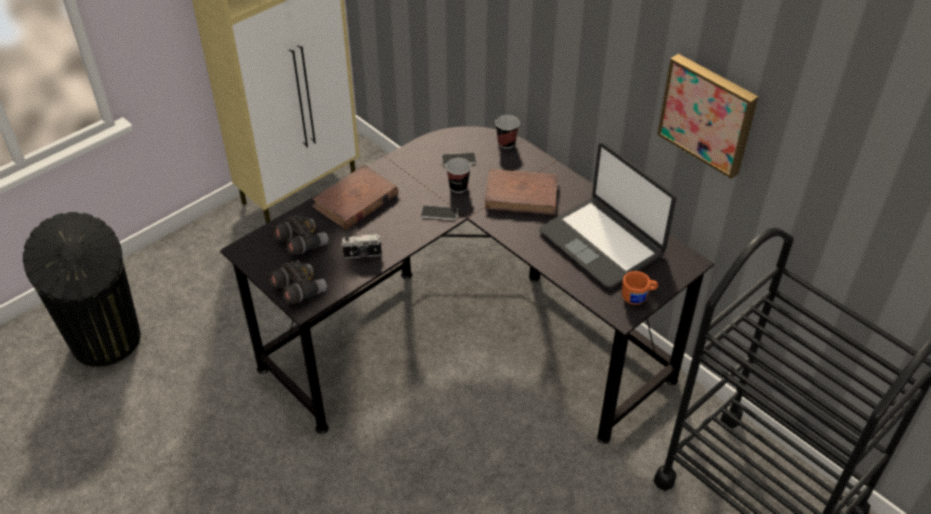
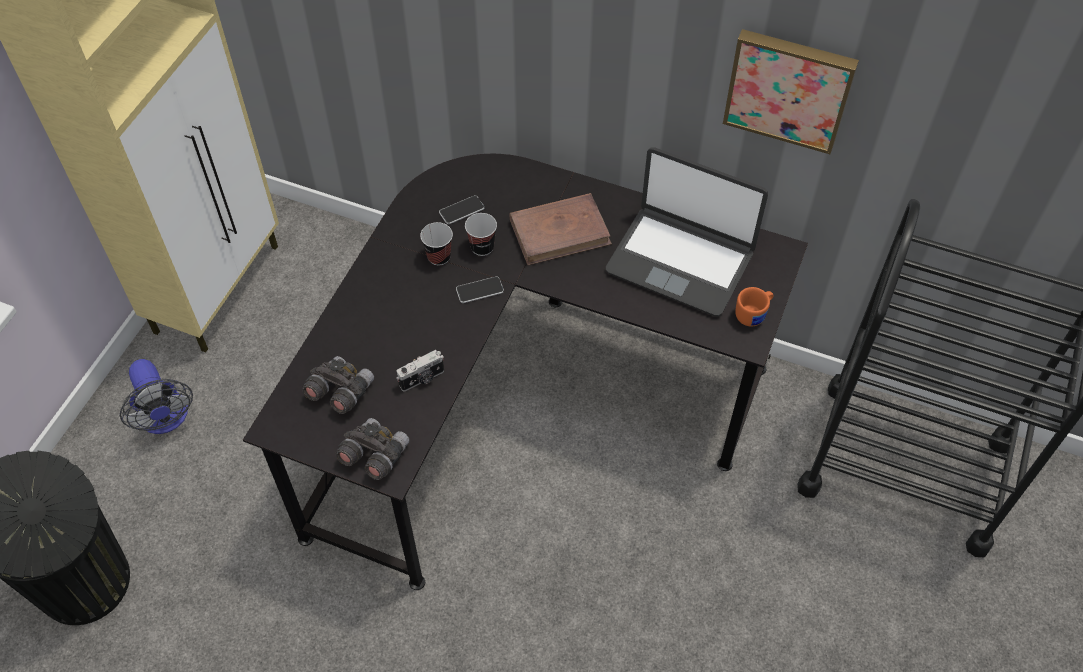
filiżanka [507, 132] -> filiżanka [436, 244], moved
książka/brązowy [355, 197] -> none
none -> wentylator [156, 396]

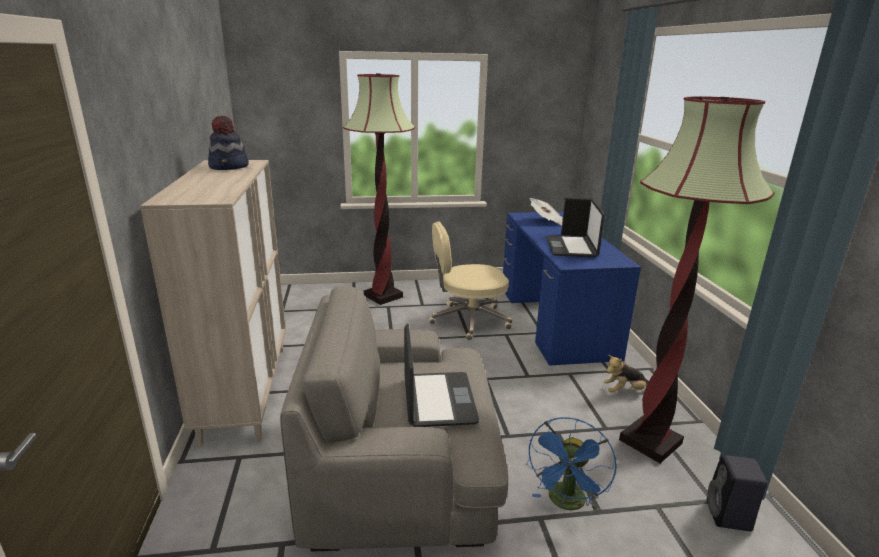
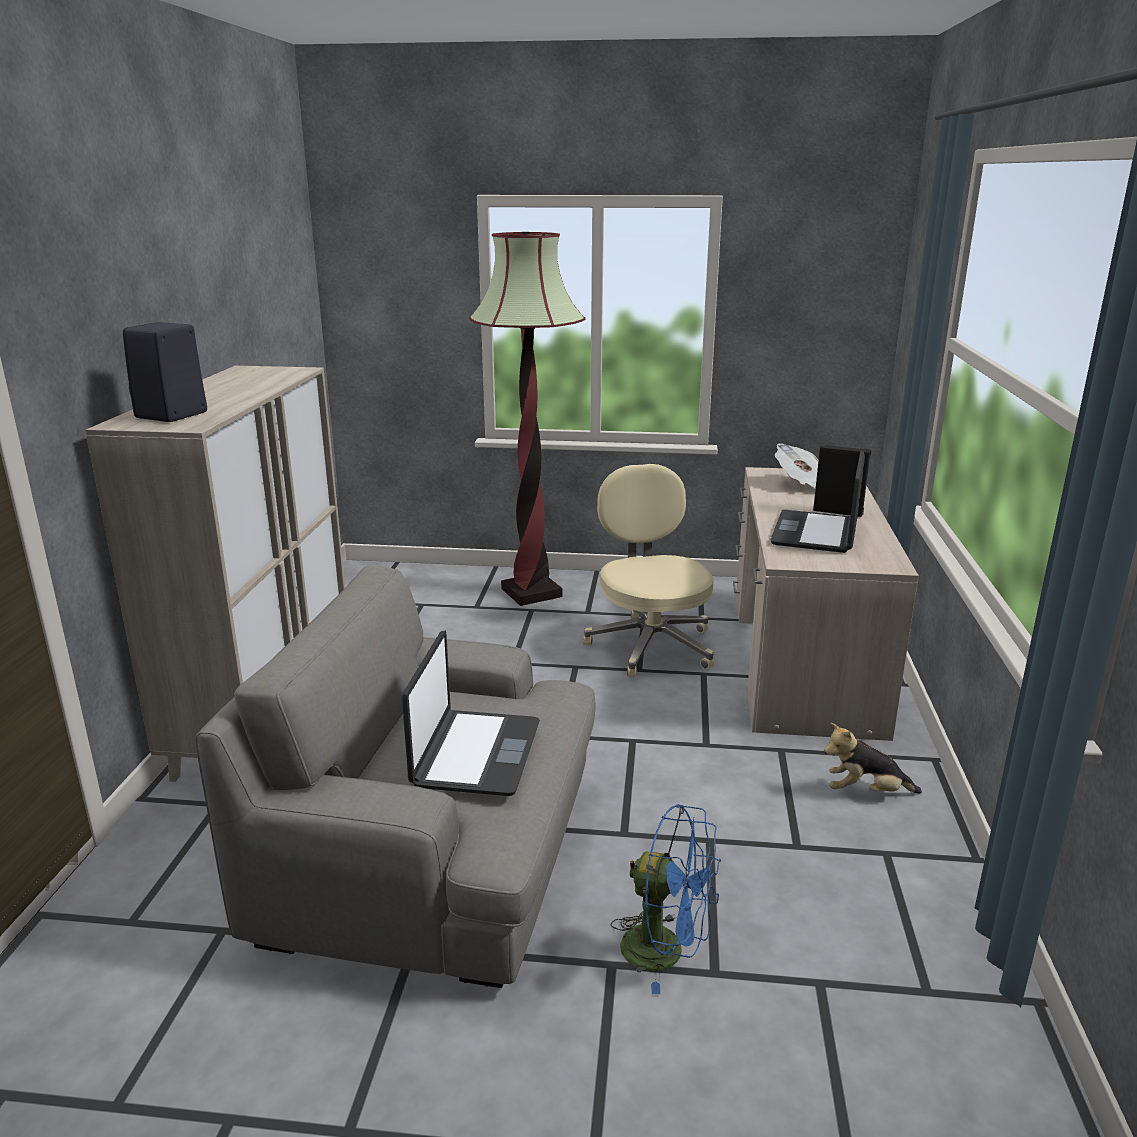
lampa stojąca [696, 279] -> none
kapelusz [228, 142] -> none
biurko/niebieski [572, 289] -> biurko/beżowy [826, 604]
krzesło biurowe/beżowy [470, 281] -> krzesło biurowe/beżowy [648, 570], 75 degrees clockwise
wentylator/niebieski [571, 464] -> wentylator/niebieski [666, 899], 105 degrees counterclockwise
głośnik/czarny [737, 493] -> głośnik/czarny [165, 372], moved

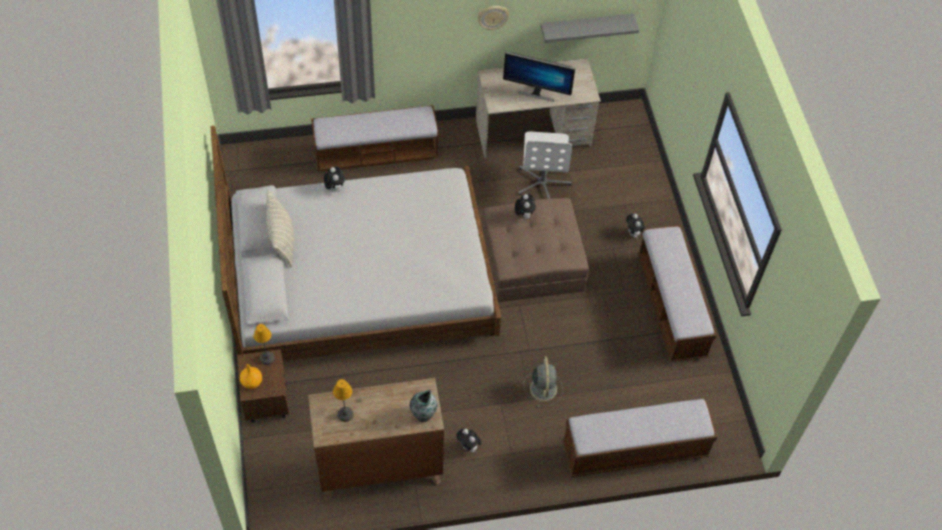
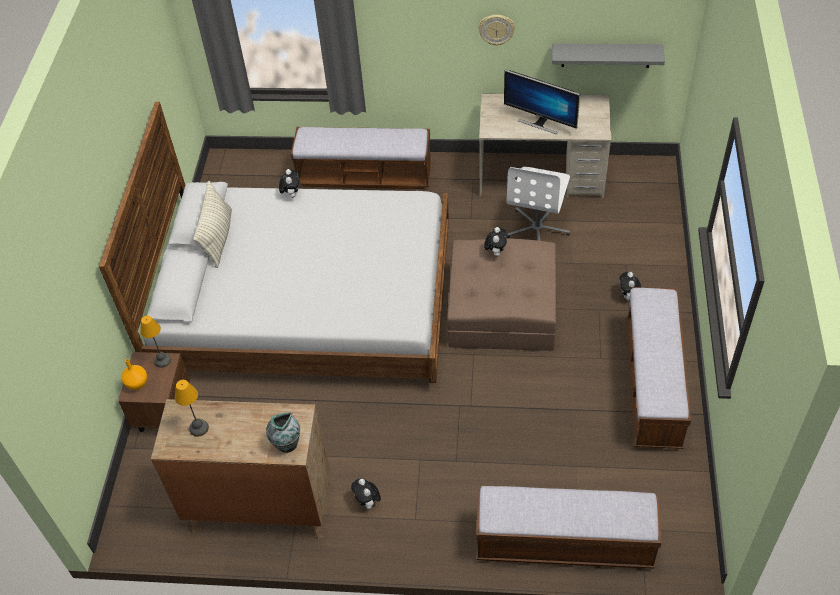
wentylator/szary [543, 382] -> none

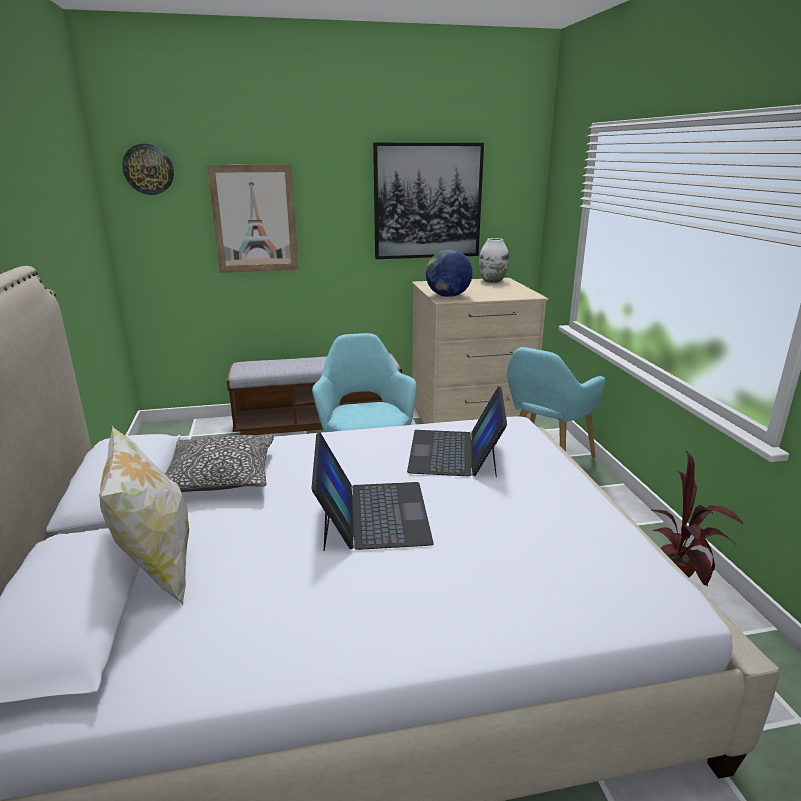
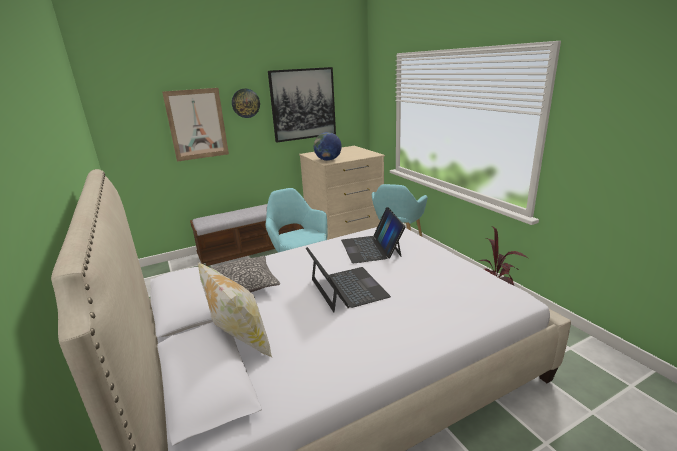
zegar ścienny [148, 169] -> zegar ścienny [246, 103], moved
wazon/biały [494, 260] -> none

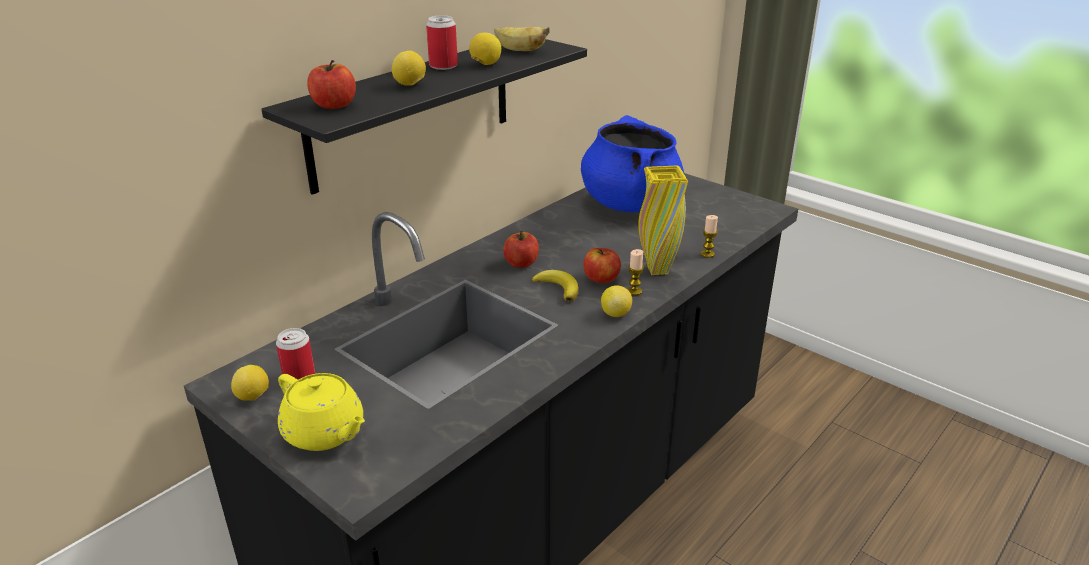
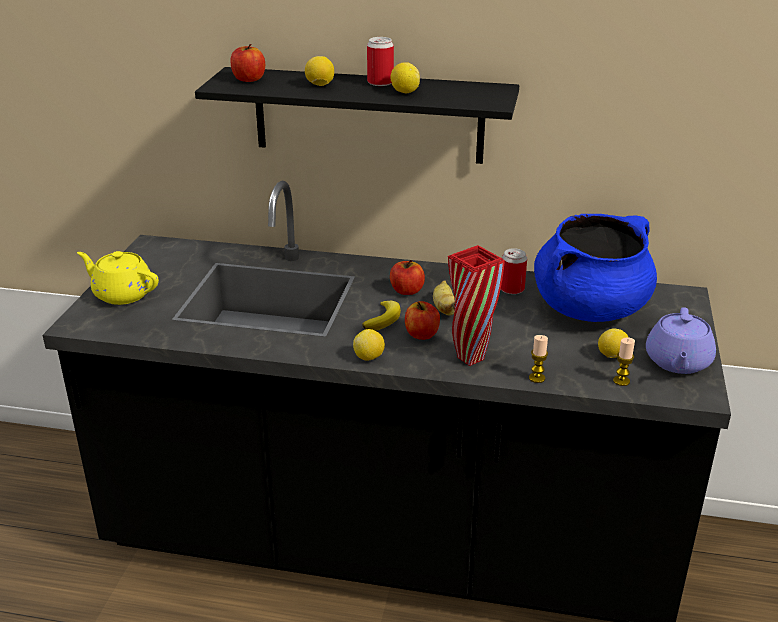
banan [521, 39] -> banan [444, 298], moved
wazon/żółty [663, 220] -> wazon/czerwony [476, 305]
świeca [635, 272] -> świeca [624, 362], moved
puszka [296, 356] -> puszka [514, 271], moved
cytryna [250, 383] -> cytryna [613, 343], moved
imbryk/żółty [321, 412] -> imbryk/żółty [118, 278], 105 degrees clockwise
none -> imbryk/fioletowy [681, 340]

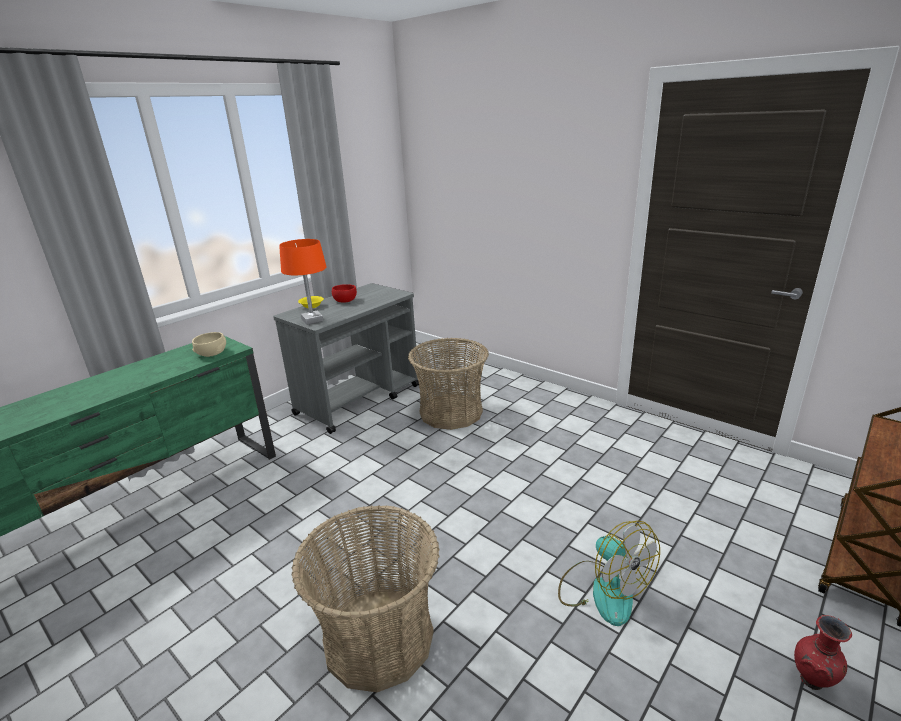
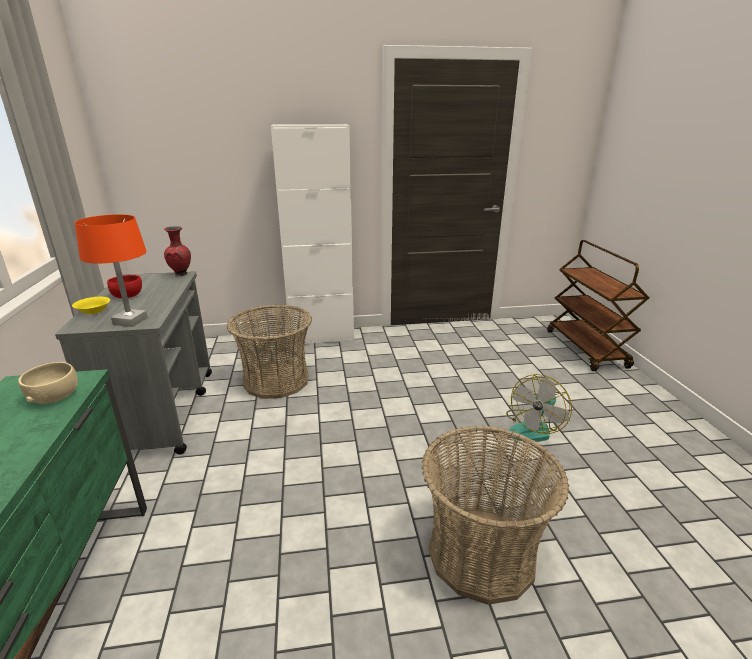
wentylator [609, 573] -> wentylator [539, 408], 120 degrees clockwise
wazon/czerwony [823, 652] -> wazon/czerwony [177, 251], moved
none -> szafka/biały [312, 234]

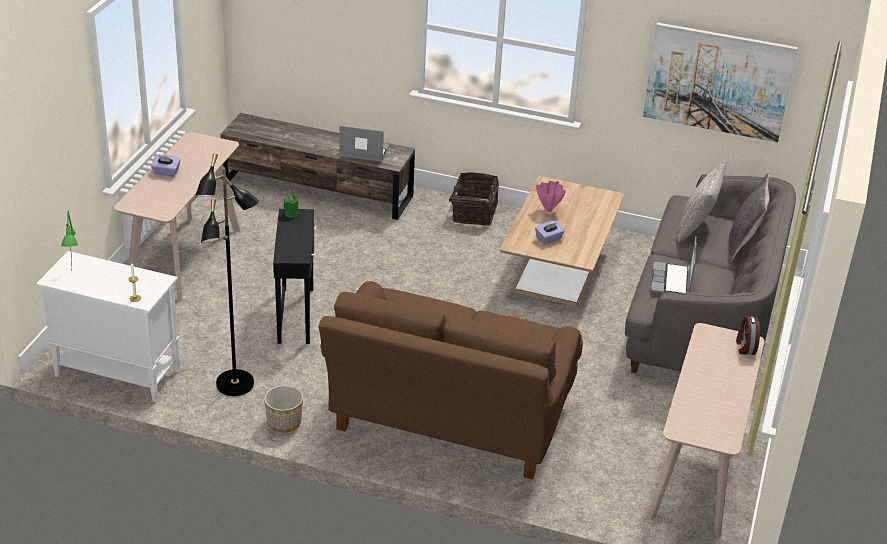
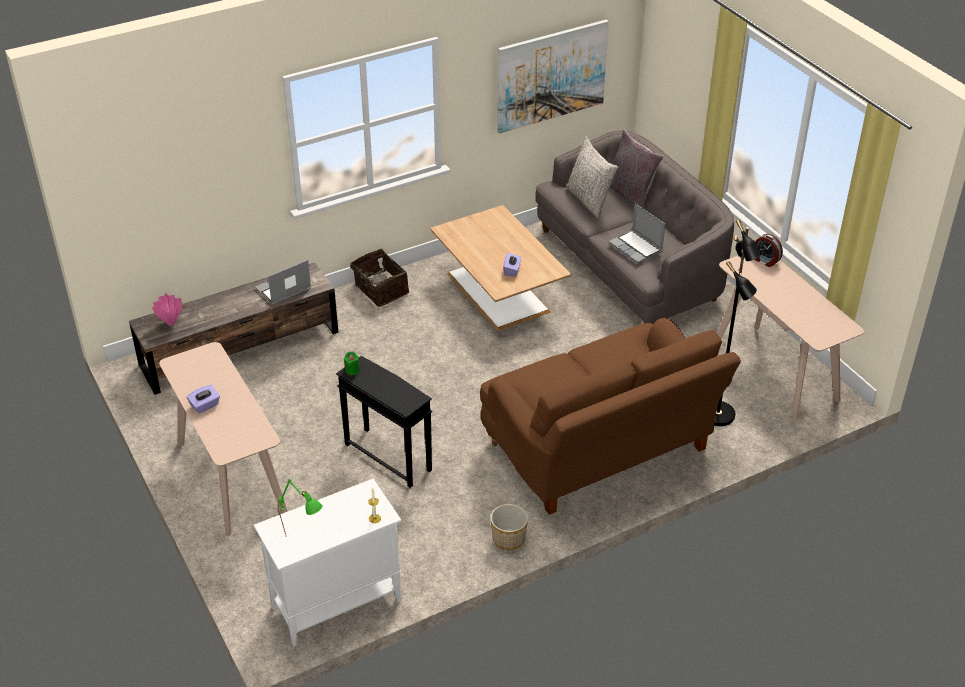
lampa stojąca/czarny [227, 274] -> lampa stojąca/czarny [738, 322], moved
wazon/różowy [551, 196] -> wazon/różowy [167, 309], moved

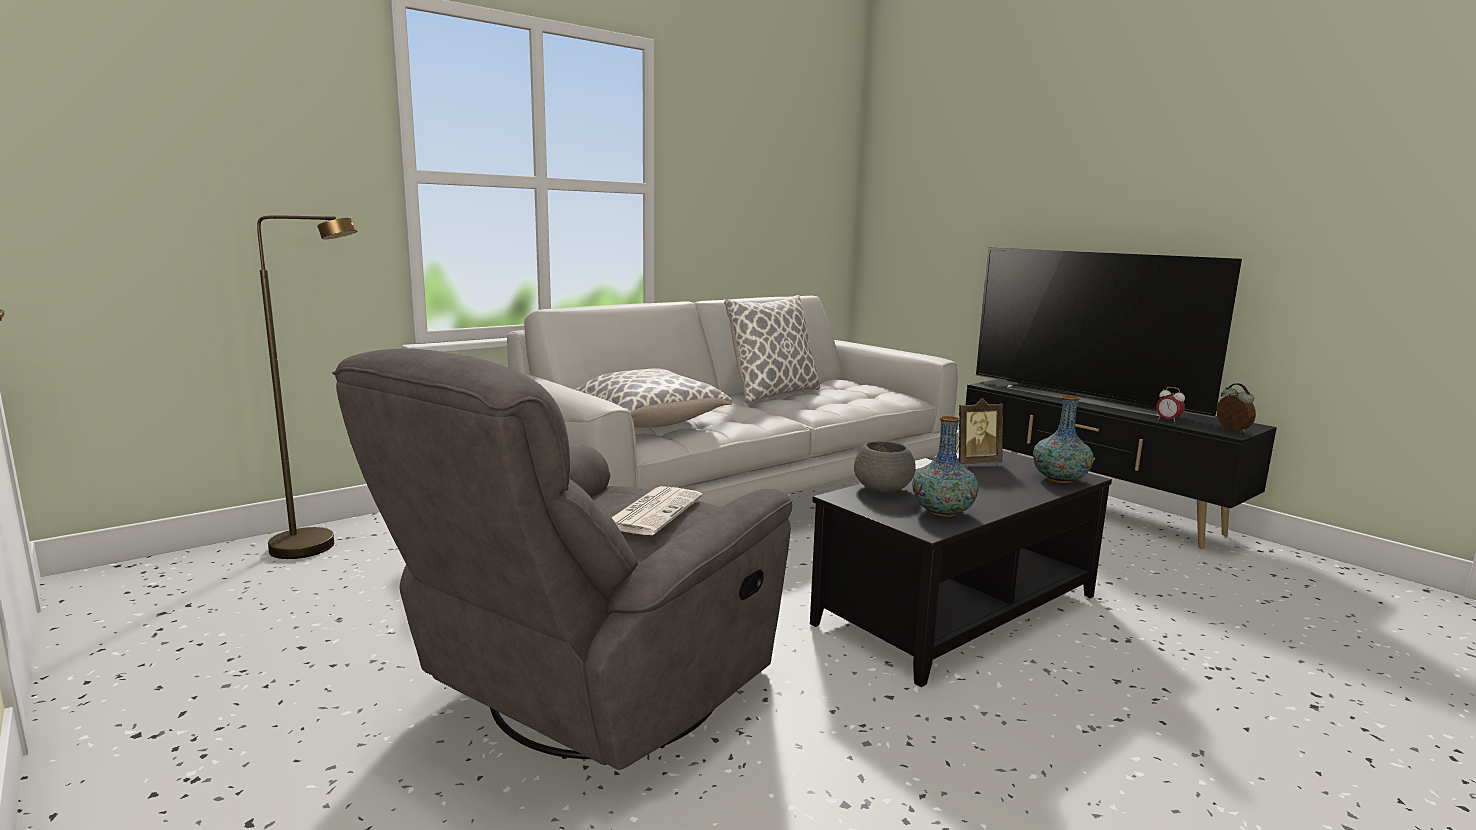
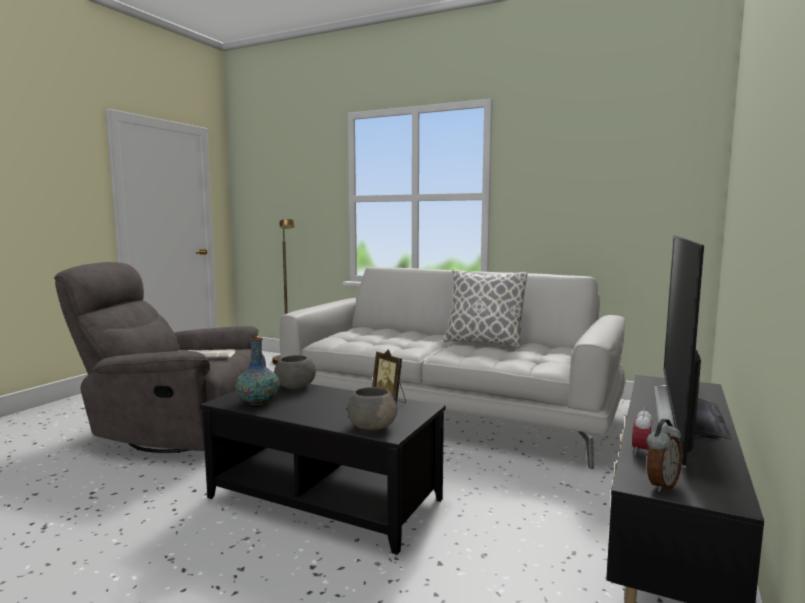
poduszka [653, 398] -> none
wazon [1063, 439] -> miska/szary [372, 408]

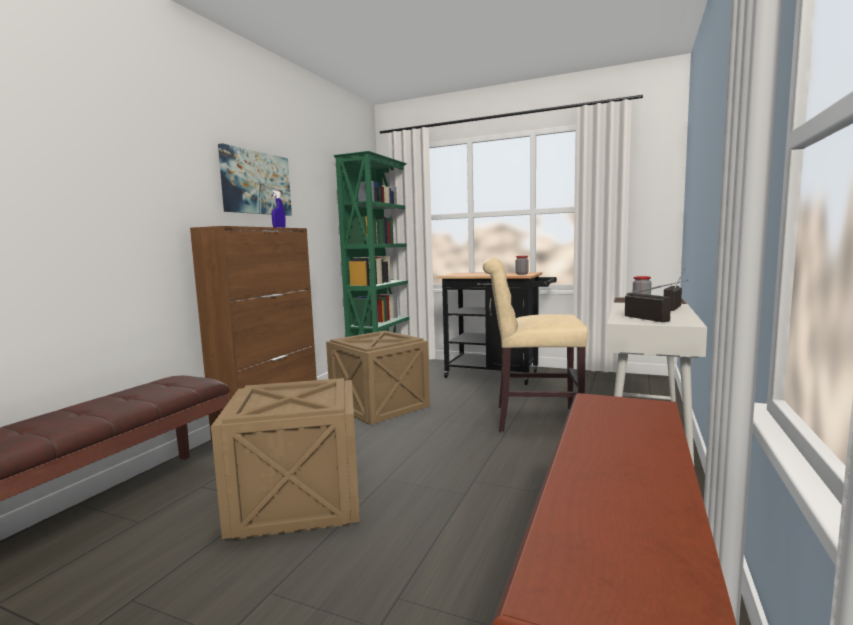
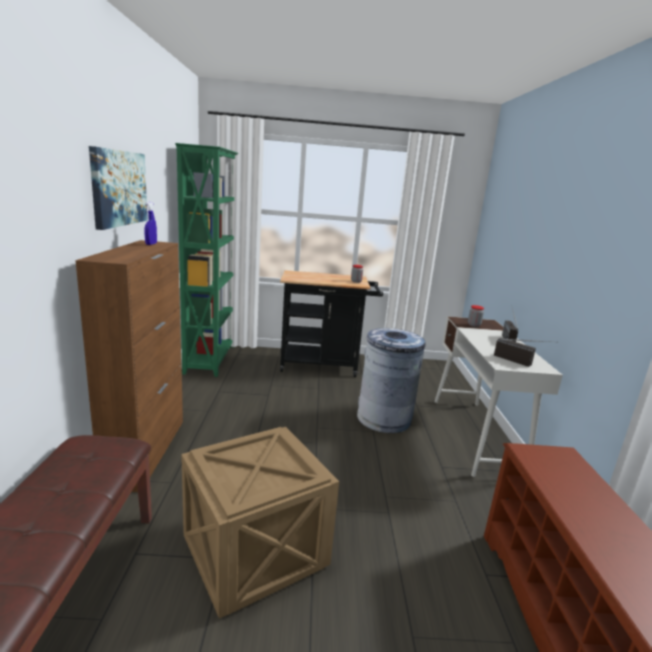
krzesło/beżowy [535, 344] -> kosz na śmieci/szary [391, 380]
skrzynka [378, 378] -> none

